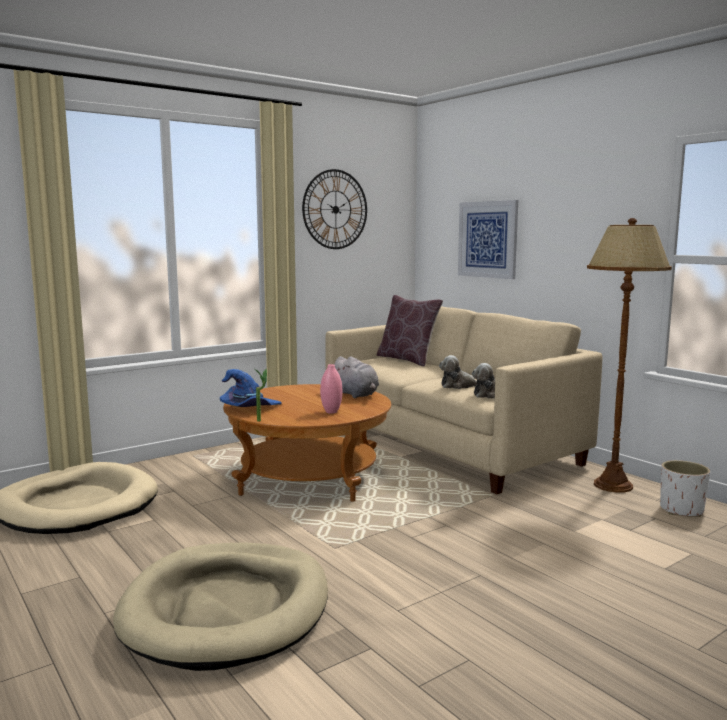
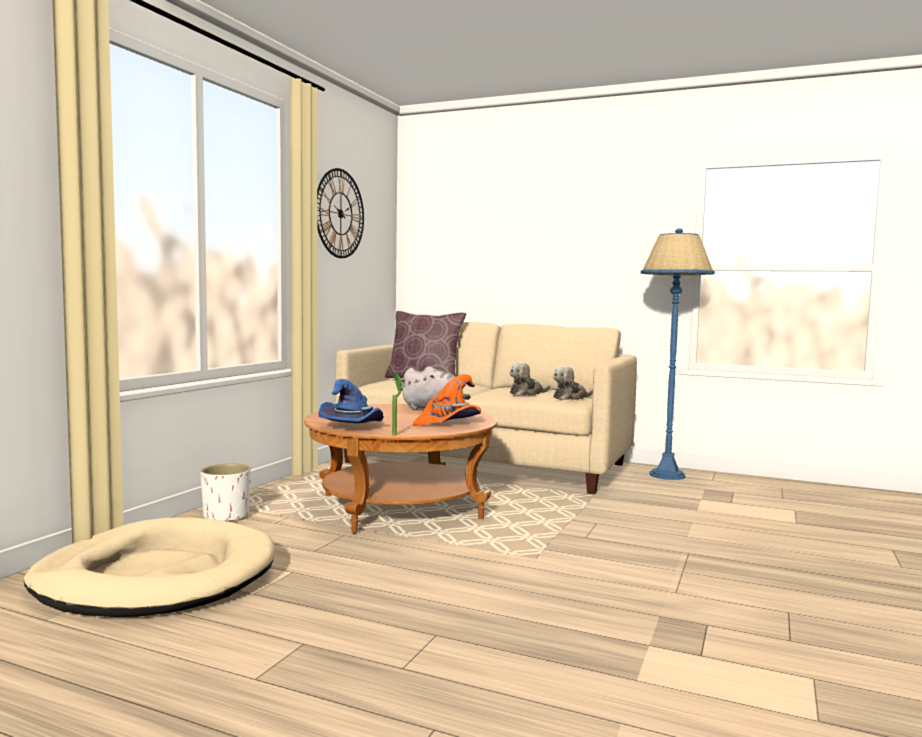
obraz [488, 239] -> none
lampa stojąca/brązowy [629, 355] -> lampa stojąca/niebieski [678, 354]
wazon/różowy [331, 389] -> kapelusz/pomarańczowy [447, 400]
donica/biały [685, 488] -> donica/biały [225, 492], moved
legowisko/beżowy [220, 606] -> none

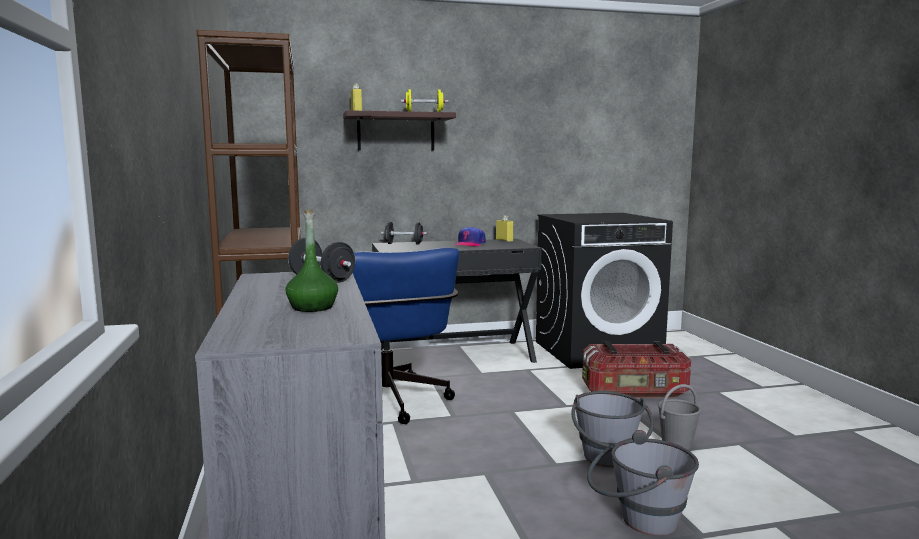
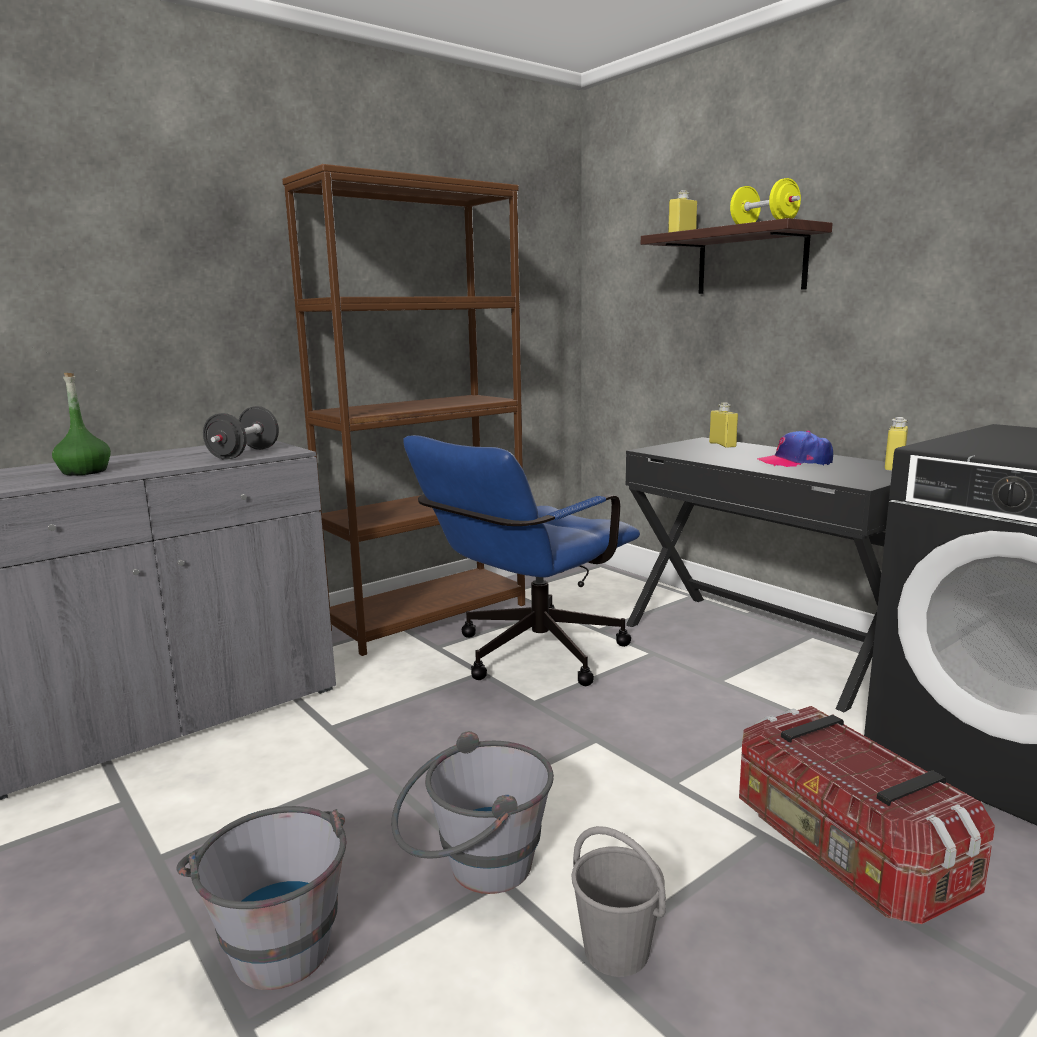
hantel/czarny [404, 233] -> butelka/żółty [723, 425]

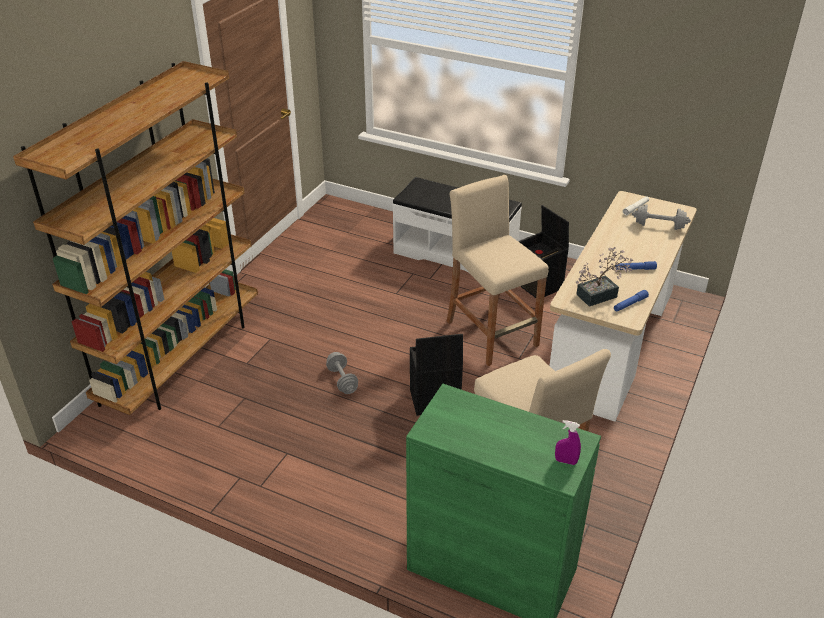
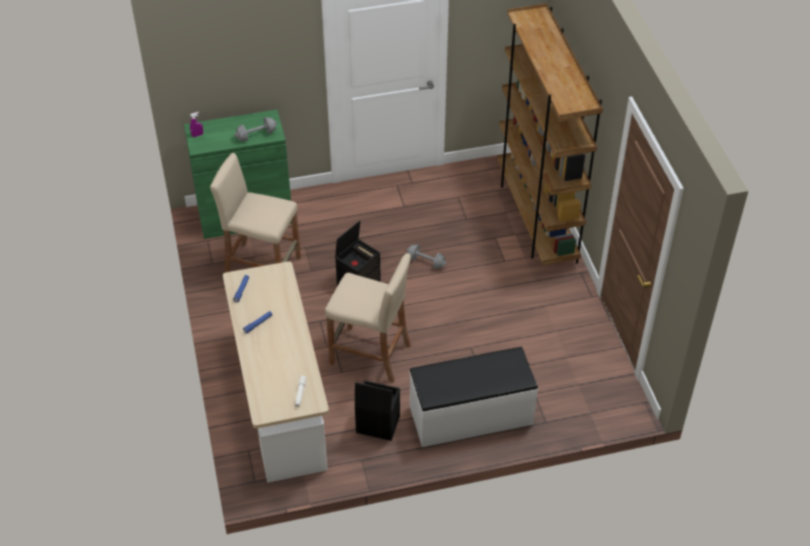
hantel/szary [661, 217] -> hantel/szary [255, 129], moved
roślina doniczkowa [604, 277] -> none

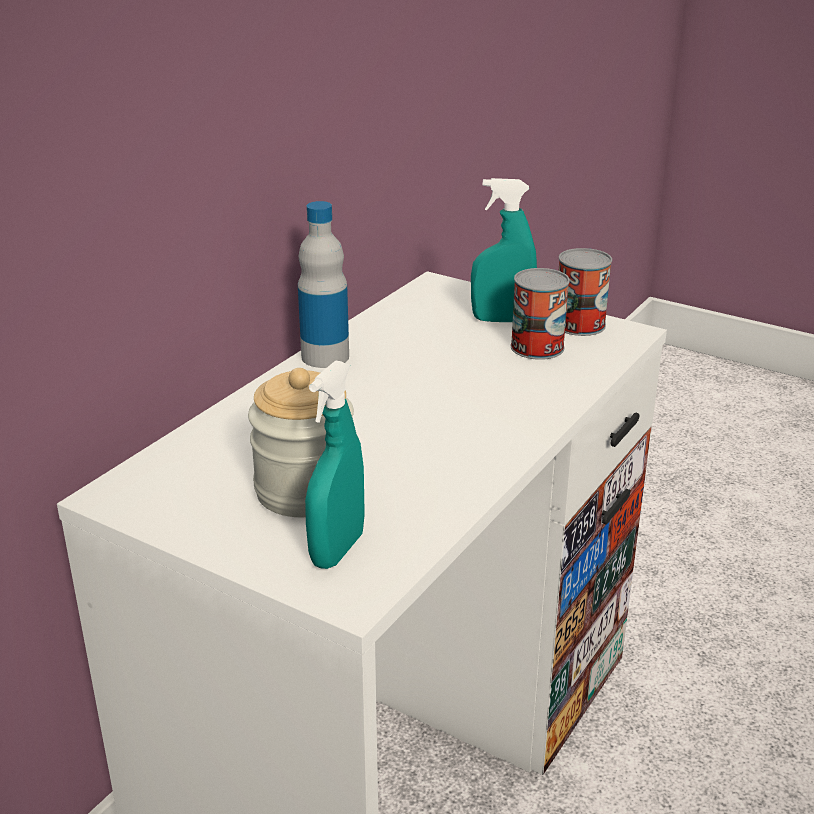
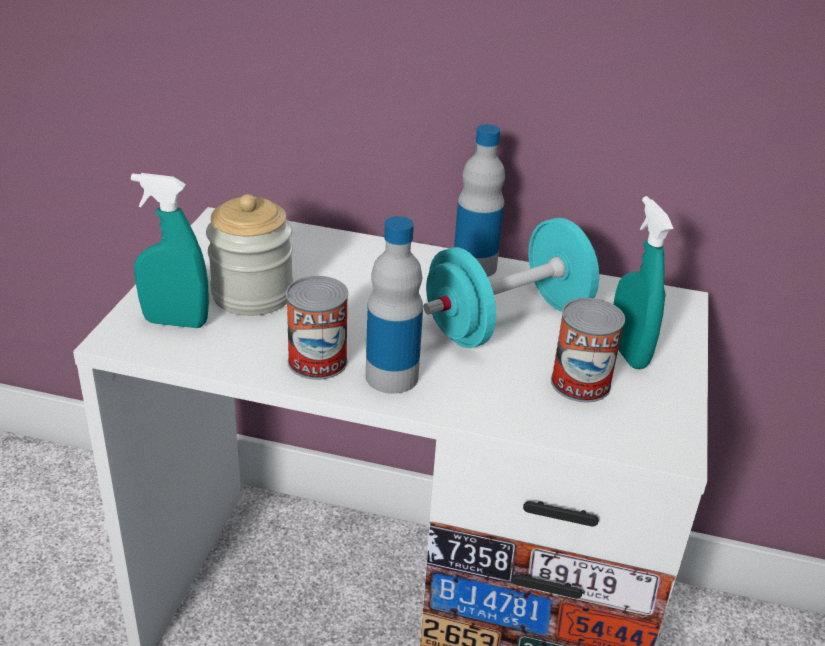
puszka [585, 292] -> puszka [317, 328], moved
none -> butelka [394, 305]
none -> hantel/turkusowy [511, 283]

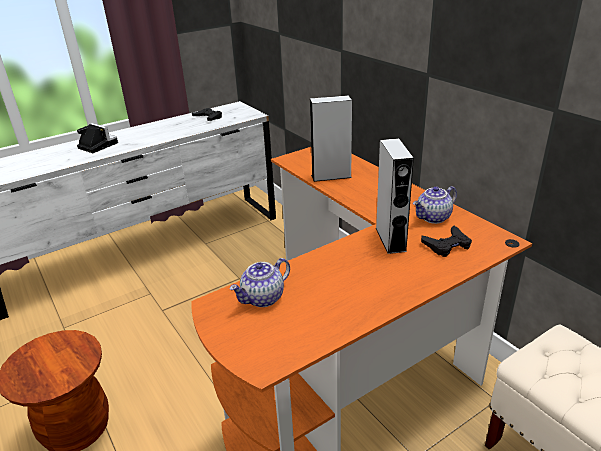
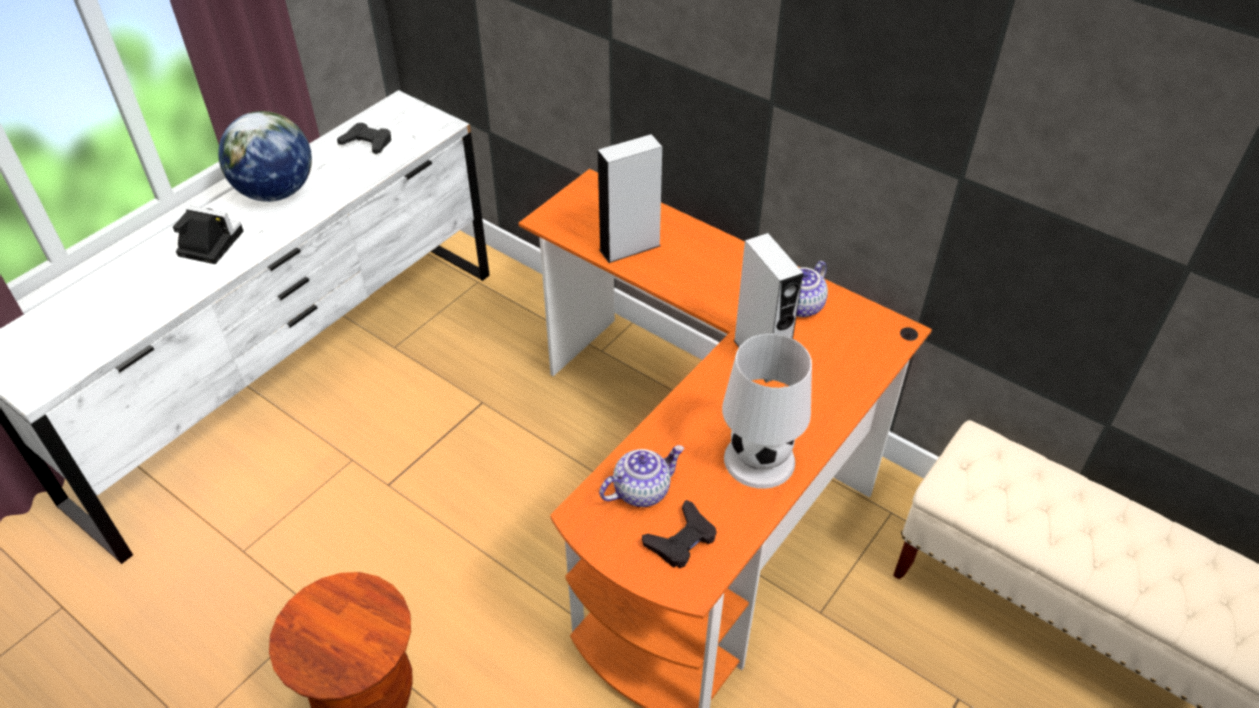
pad do gier/czarny [446, 241] -> pad do gier/czarny [679, 534], moved
imbryk [259, 282] -> imbryk [641, 476], 150 degrees counterclockwise
none -> globus [265, 156]
none -> lampa stołowa/biały [767, 411]

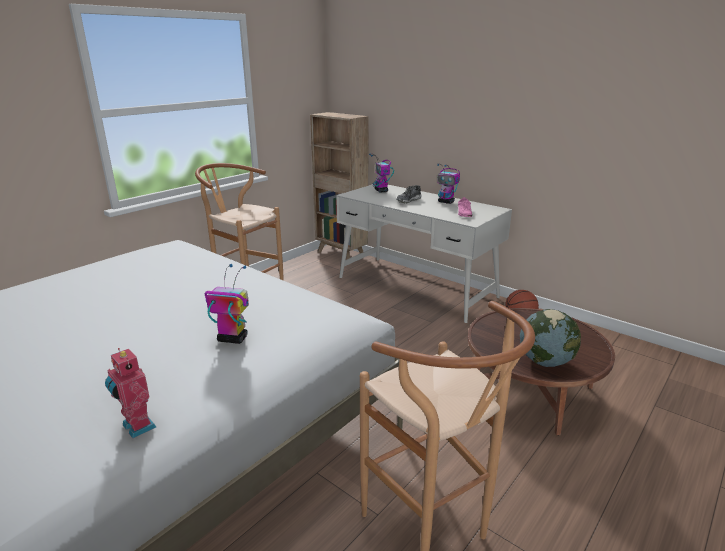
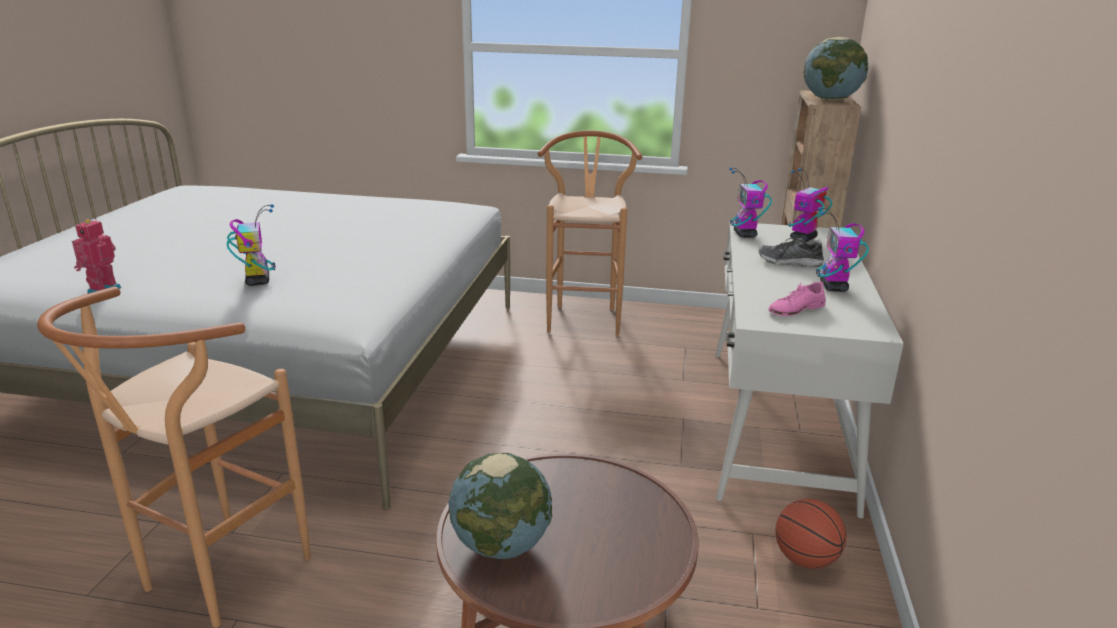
none -> globus [836, 68]
none -> robot zabawkowy [750, 202]

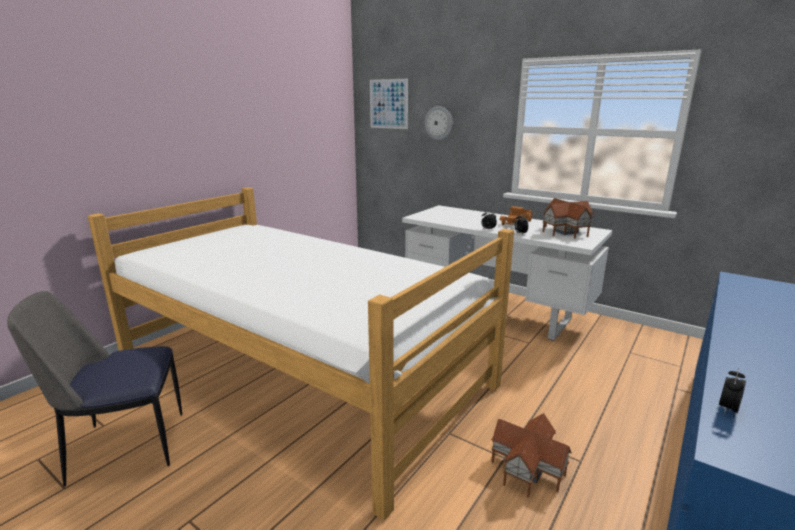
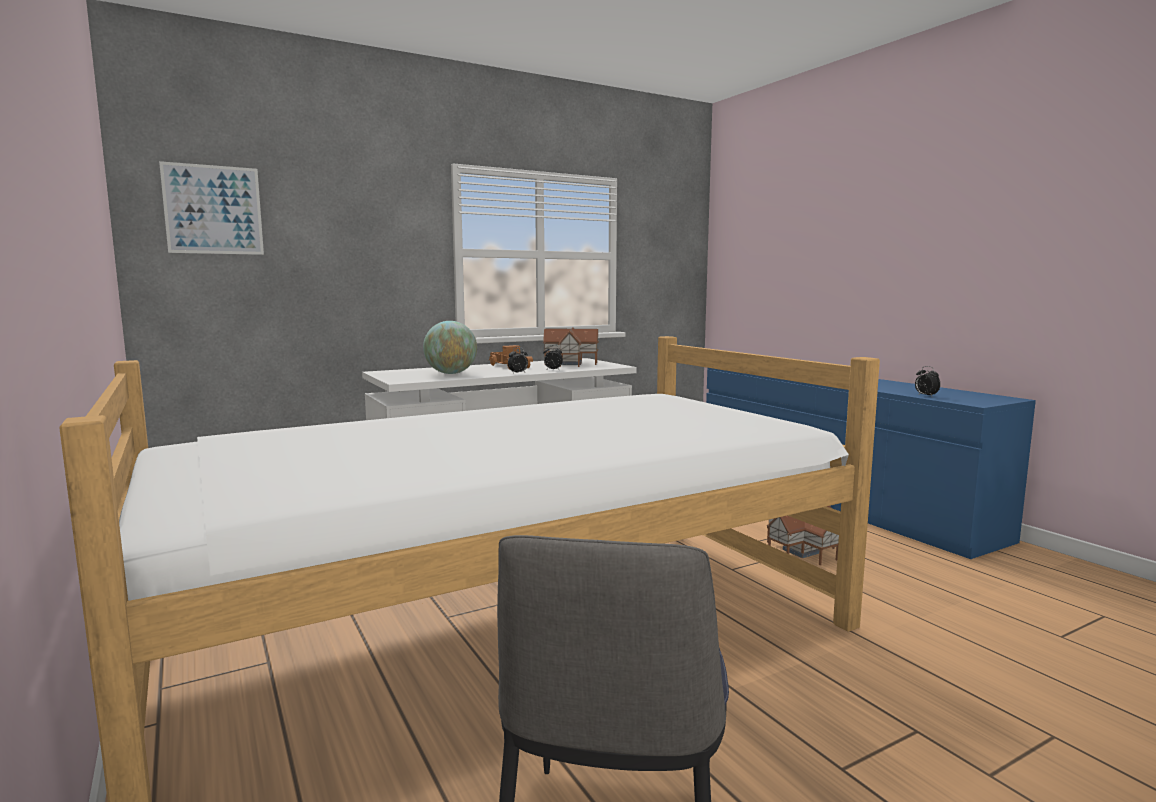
zegar ścienny [438, 123] -> none
none -> globus [450, 347]

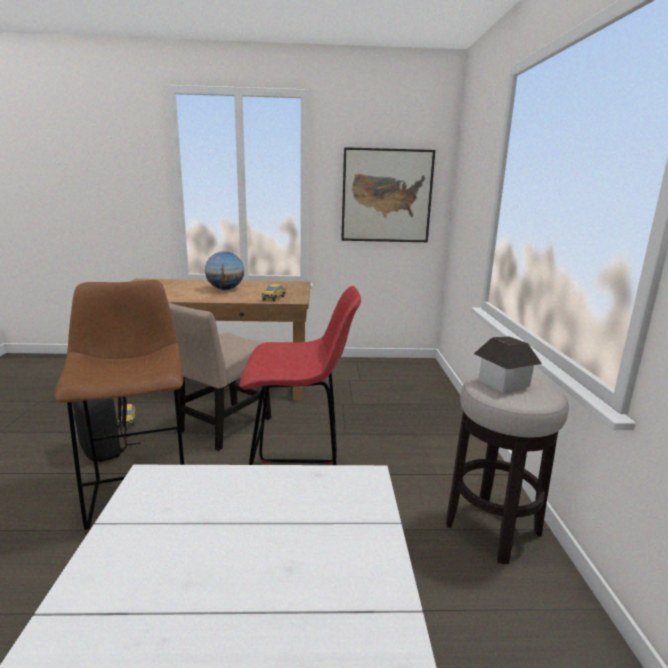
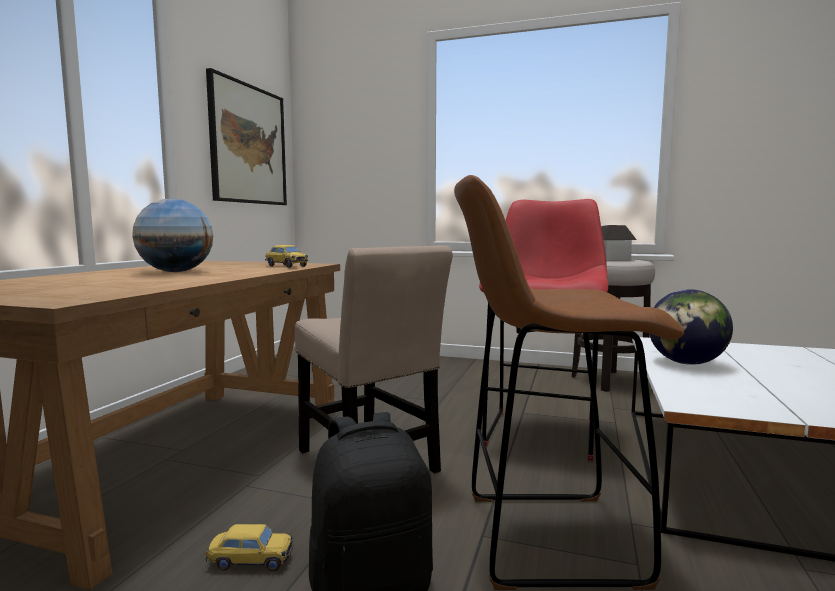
none -> globus [691, 327]

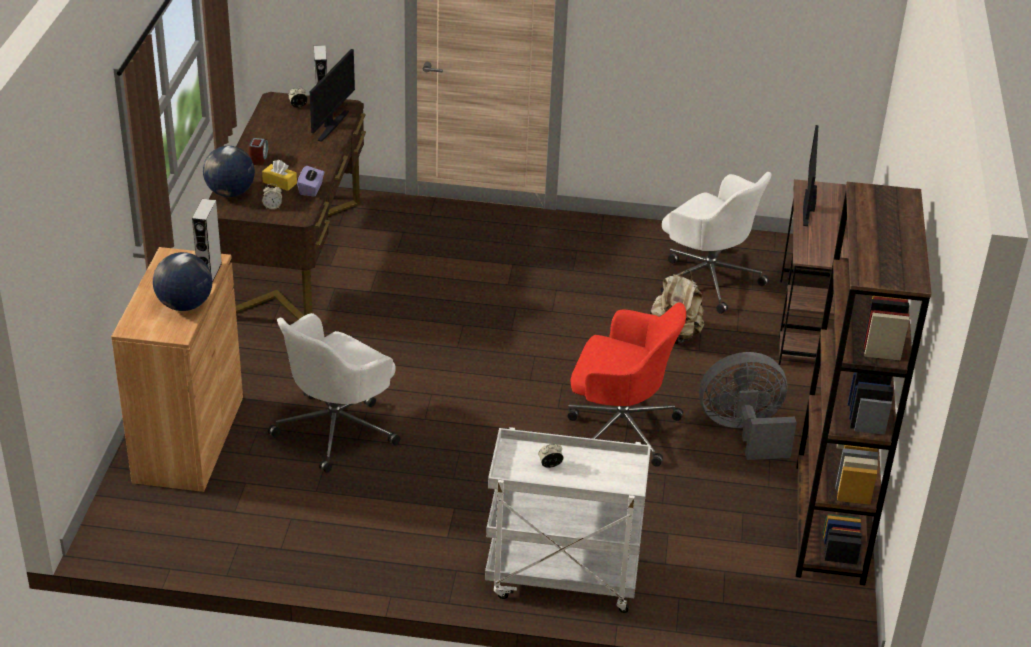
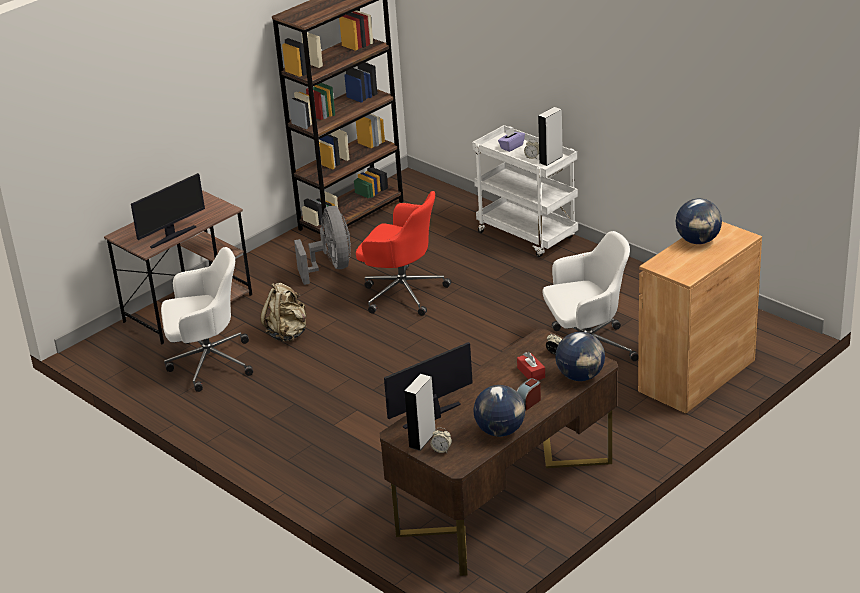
pudełko chusteczek/żółty [279, 175] -> pudełko chusteczek/czerwony [531, 366]
pudełko chusteczek/fioletowy [311, 181] -> pudełko chusteczek/fioletowy [511, 140], moved
krzesło biurowe/biały [716, 243] -> krzesło biurowe/biały [207, 319], 90 degrees clockwise
głośnik/szary [207, 241] -> głośnik/szary [550, 136], moved
krzesło biurowe/czerwony [626, 384] -> krzesło biurowe/czerwony [403, 253], 150 degrees clockwise
wentylator/szary [748, 406] -> wentylator/szary [322, 245], 135 degrees counterclockwise
none -> globus [499, 411]

